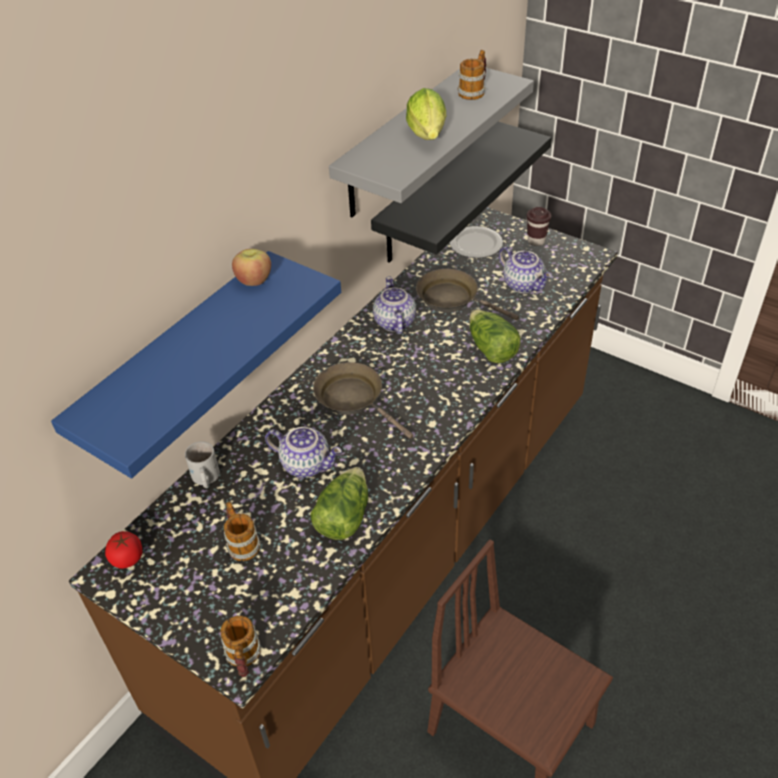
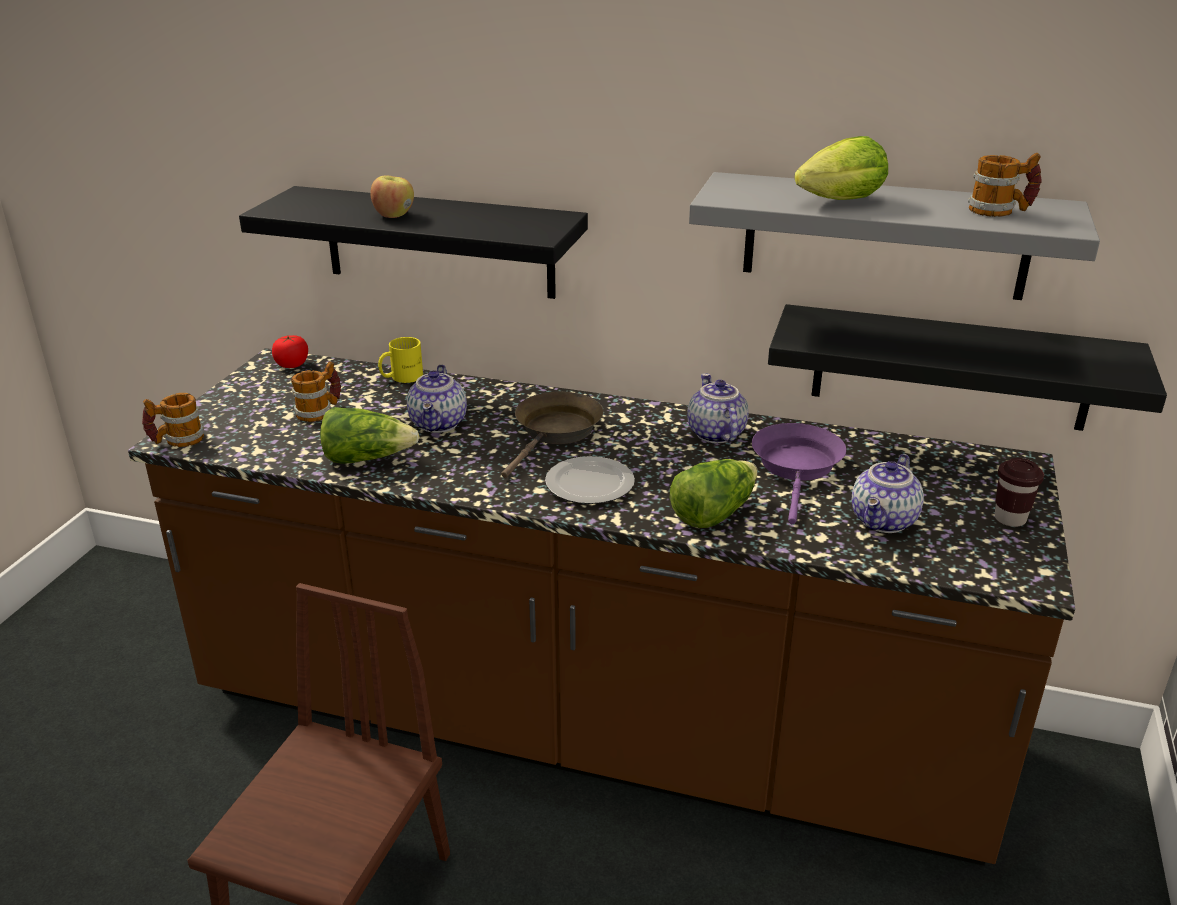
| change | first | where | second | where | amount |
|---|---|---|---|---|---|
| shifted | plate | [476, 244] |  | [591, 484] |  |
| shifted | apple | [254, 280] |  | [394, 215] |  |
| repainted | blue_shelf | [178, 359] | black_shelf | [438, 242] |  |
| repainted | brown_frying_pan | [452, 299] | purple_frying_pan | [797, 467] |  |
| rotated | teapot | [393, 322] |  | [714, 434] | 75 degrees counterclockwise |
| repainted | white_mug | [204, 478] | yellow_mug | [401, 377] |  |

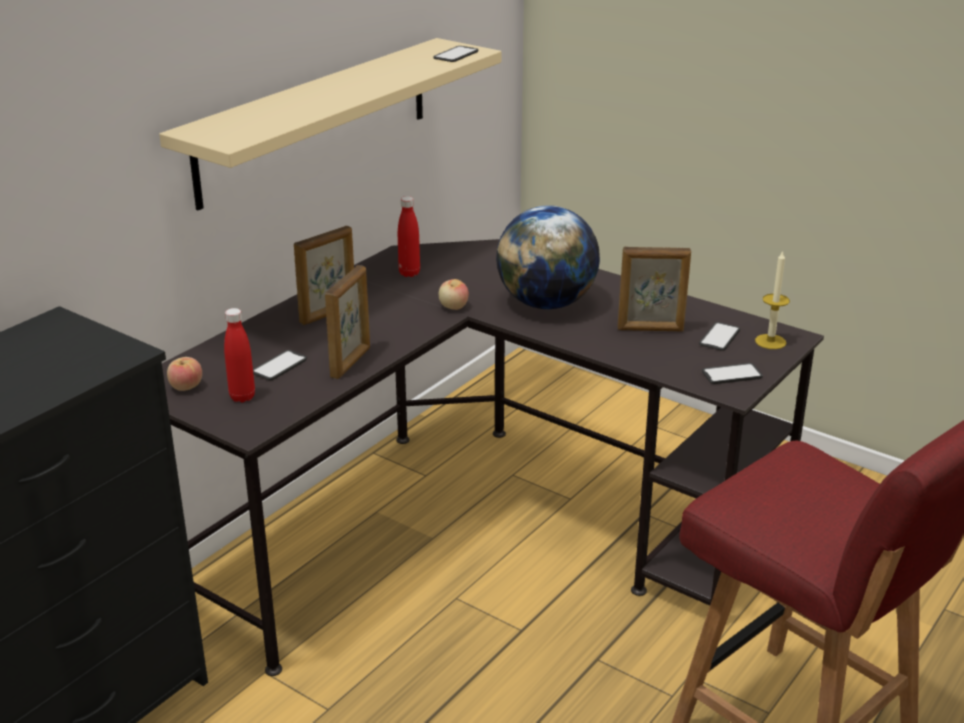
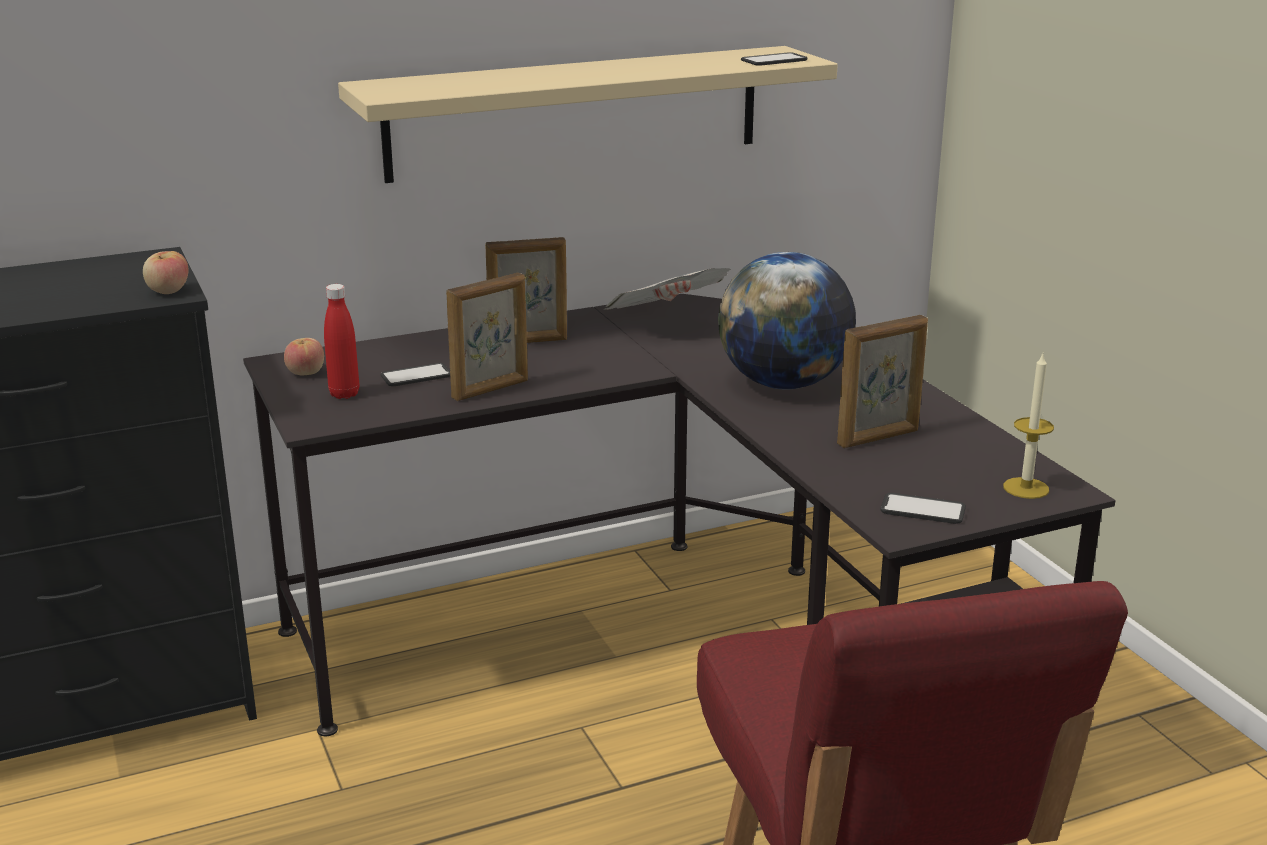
| change | first | where | second | where | amount |
|---|---|---|---|---|---|
| swapped | red_bottle | [409, 273] | newspaper | [665, 322] |  |
| rotated | picture_frame | [650, 329] |  | [879, 438] | 60 degrees counterclockwise |
| shifted | apple | [453, 307] |  | [168, 291] |  |
| gone | phone | [719, 337] |  |  |  |

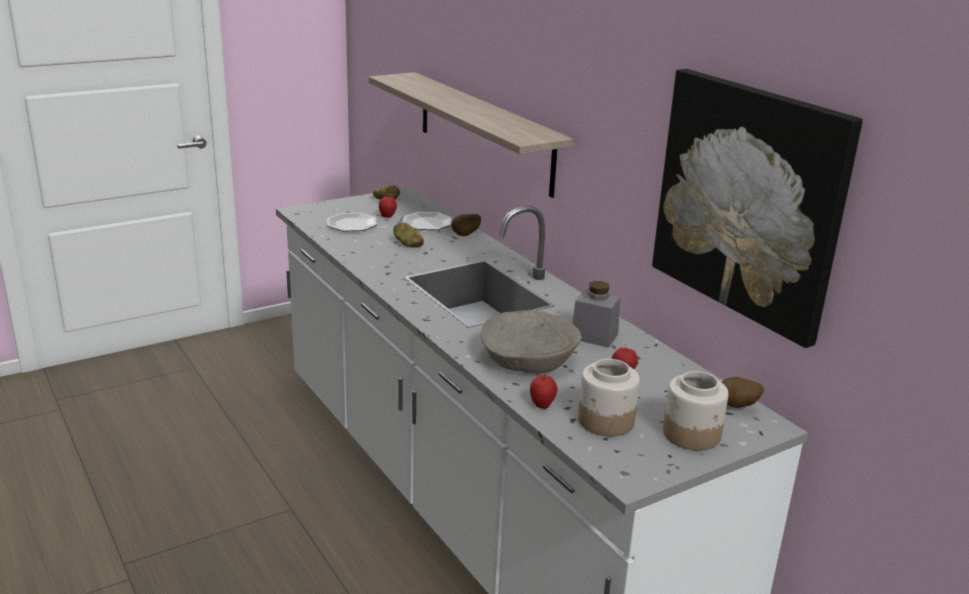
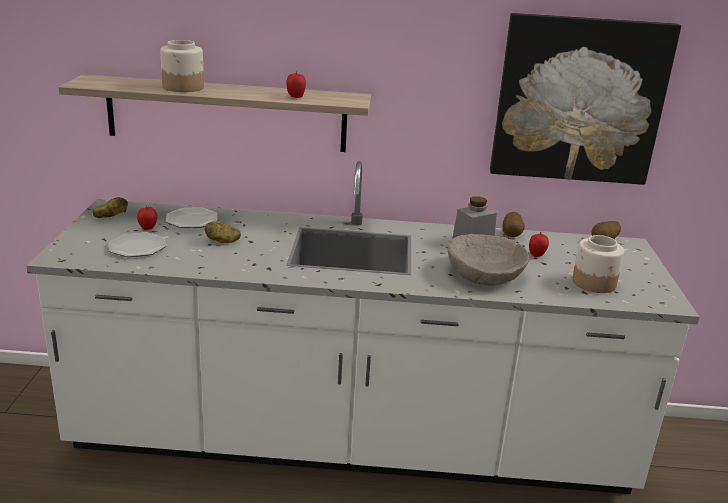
| change | first | where | second | where | amount |
|---|---|---|---|---|---|
| shifted | potato | [466, 235] |  | [512, 235] |  |
| shifted | jar | [692, 434] |  | [183, 87] |  |
| shifted | apple | [542, 405] |  | [295, 97] |  |

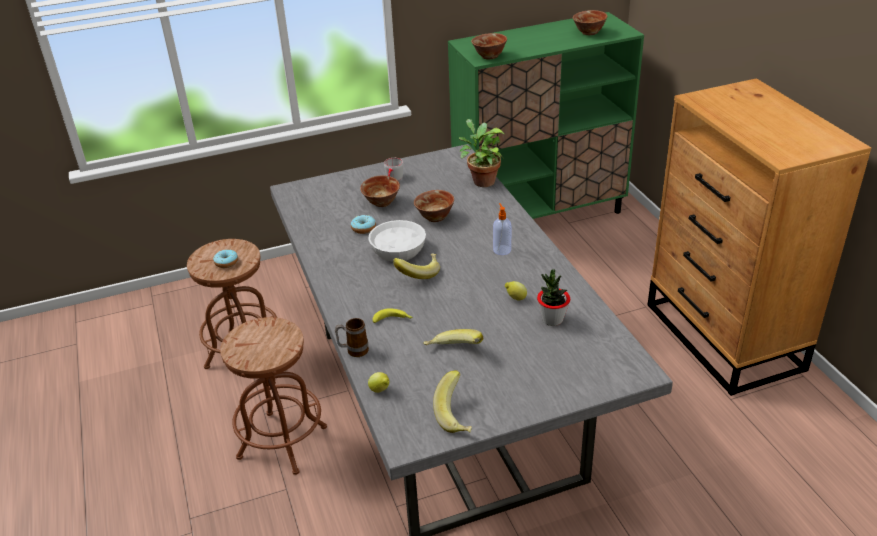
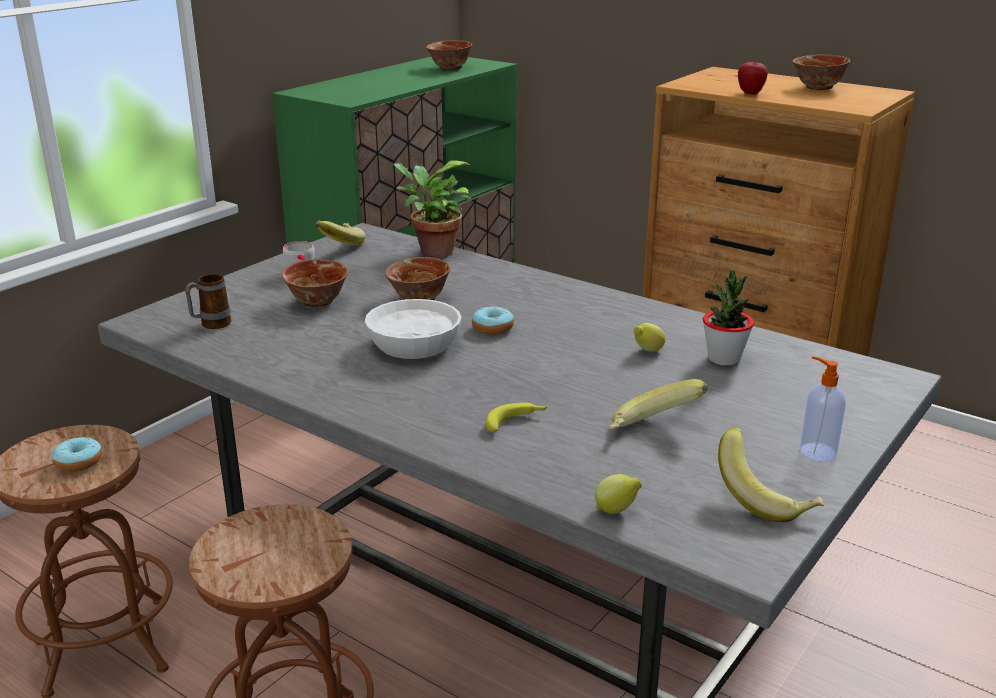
| change | first | where | second | where | amount |
|---|---|---|---|---|---|
| shifted | bowl | [489, 56] |  | [818, 88] |  |
| shifted | soap_dispenser | [502, 249] |  | [816, 451] |  |
| shifted | donut | [363, 228] |  | [492, 328] |  |
| shifted | banana | [418, 273] |  | [339, 245] |  |
| shifted | mug | [353, 351] |  | [210, 325] |  |
| new |  |  | apple | [750, 93] |  |

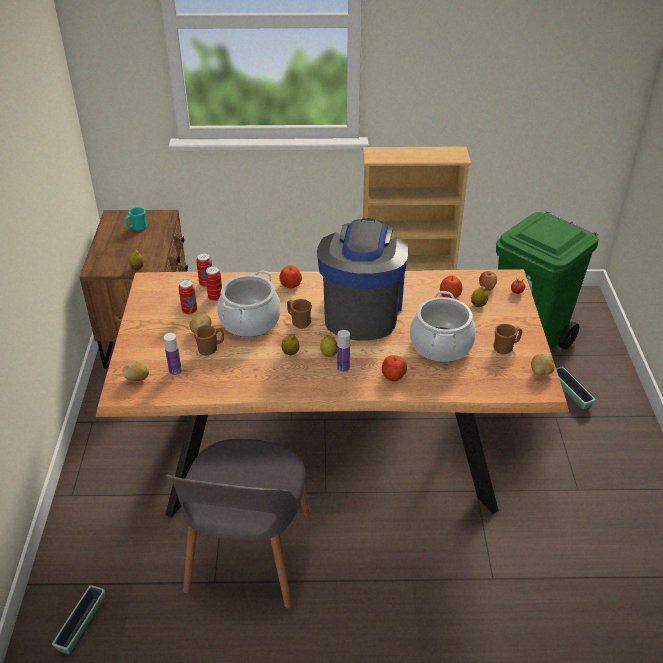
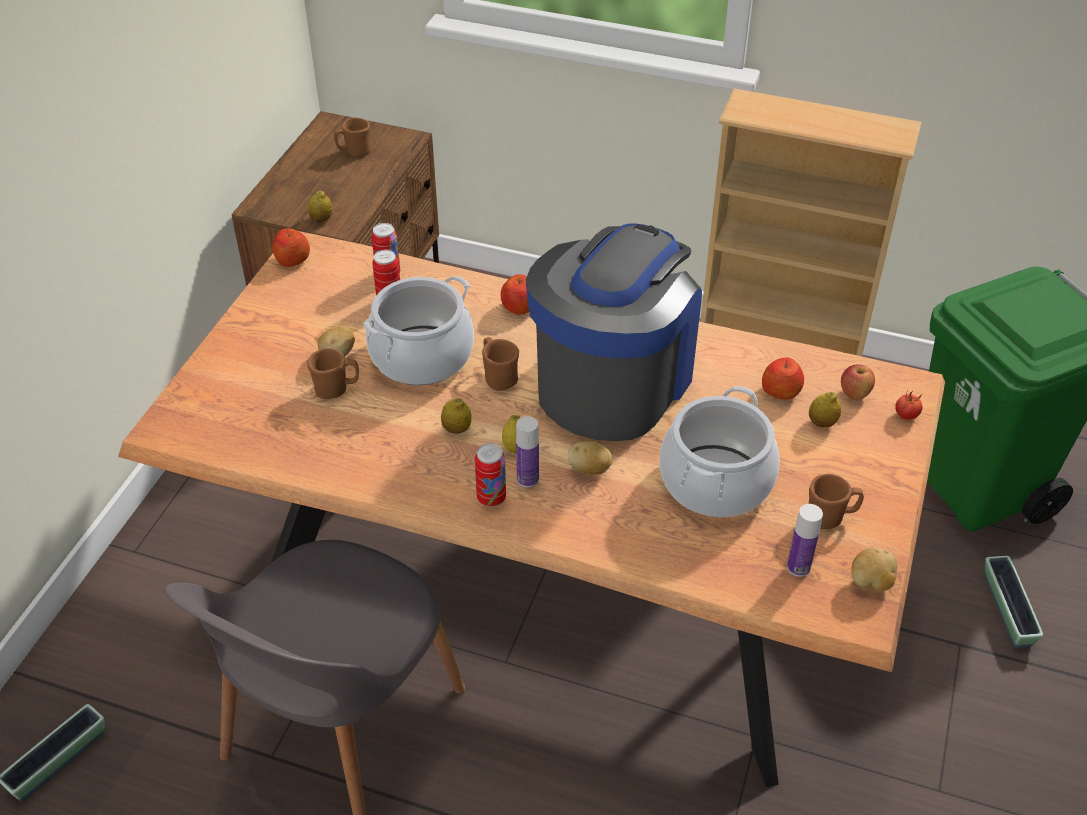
| change | first | where | second | where | amount |
|---|---|---|---|---|---|
| repainted | turquoise_mug | [137, 228] | brown_mug | [354, 152] |  |
| shifted | can | [189, 311] |  | [491, 498] |  |
| shifted | bottle | [175, 371] |  | [798, 567] |  |
| shifted | apple | [393, 375] |  | [292, 260] |  |
| shifted | potato | [137, 379] |  | [589, 469] |  |

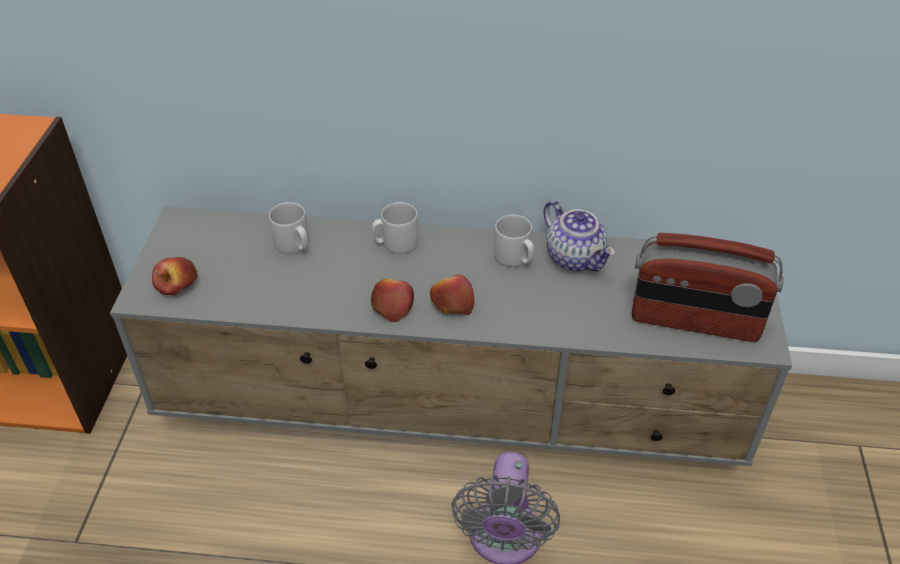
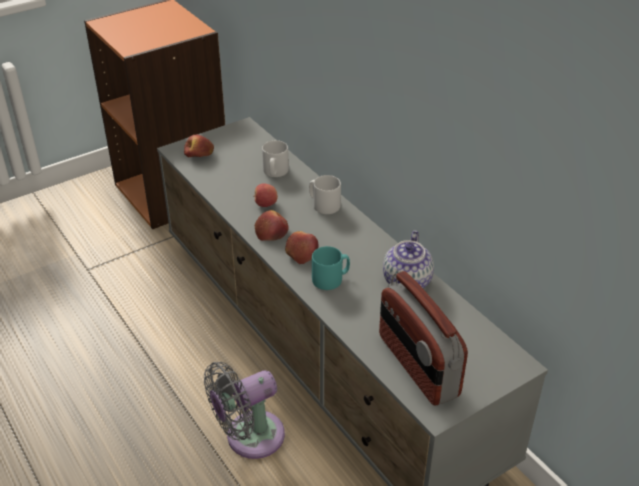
| change | first | where | second | where | amount |
|---|---|---|---|---|---|
| gone | grey_mug | [515, 258] |  |  |  |
| new |  |  | apple | [265, 204] |  |
| new |  |  | turquoise_mug | [331, 279] |  |

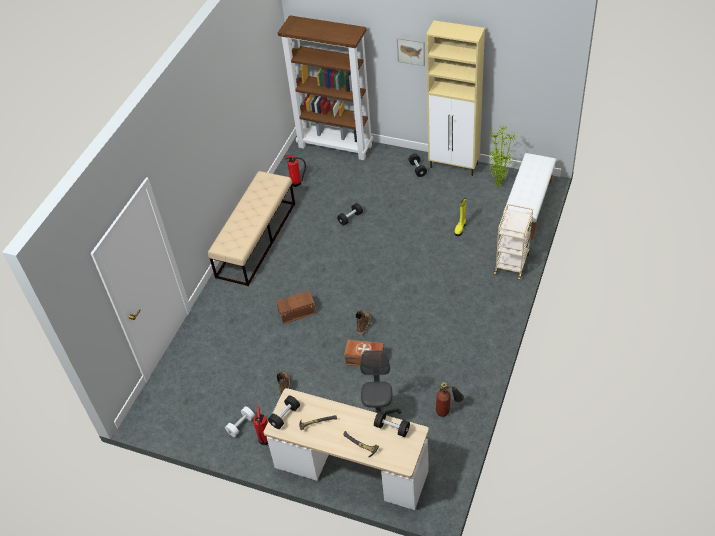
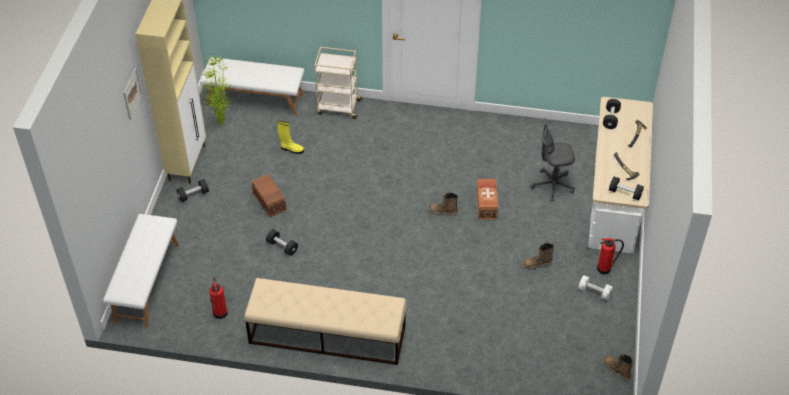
| change | first | where | second | where | amount |
|---|---|---|---|---|---|
| swapped | brown_bookcase | [336, 146] | white_bench | [146, 282] |  |
| shifted | brown_storage_box | [296, 312] |  | [269, 202] |  |
| gone | fire_extinguisher | [448, 410] |  |  |  |
| new |  |  | boot | [616, 370] |  |

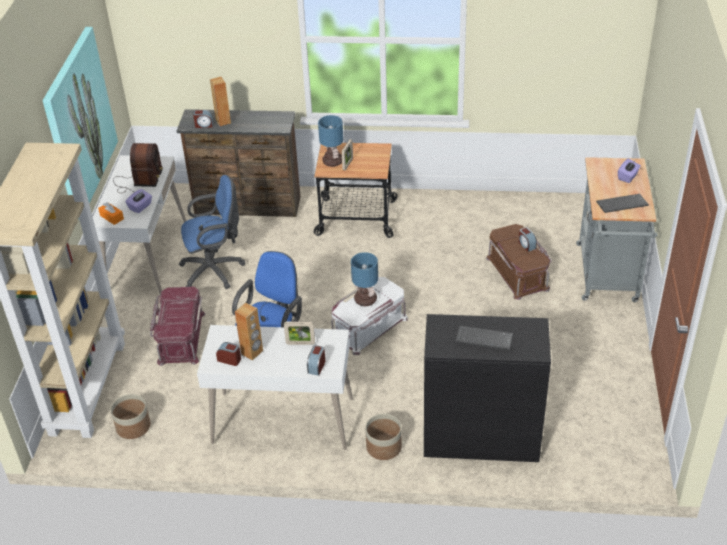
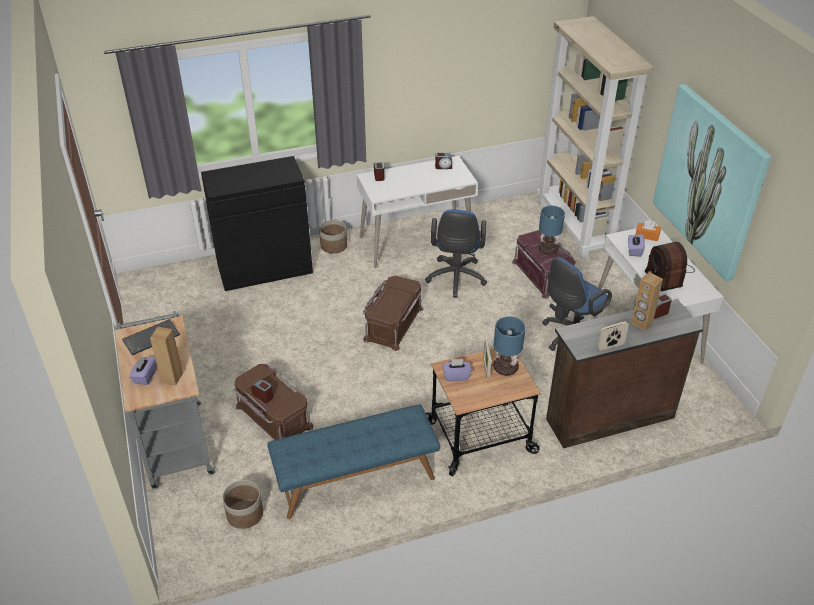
| change | first | where | second | where | amount |
|---|---|---|---|---|---|
| shifted | table_lamp | [366, 300] |  | [547, 249] |  |
| repainted | white_storage_box | [369, 327] | brown_storage_box | [393, 323] |  |
| shifted | brown_speaker | [252, 352] |  | [172, 378] |  |
| shifted | picture_frame | [300, 343] |  | [610, 346] |  |
| gone | keyboard | [483, 339] |  |  |  |
| shifted | planter | [133, 427] |  | [245, 514] |  |
| new |  |  | purple_tissue_box | [456, 376] |  |
| new |  |  | blue_bench | [356, 480] |  |

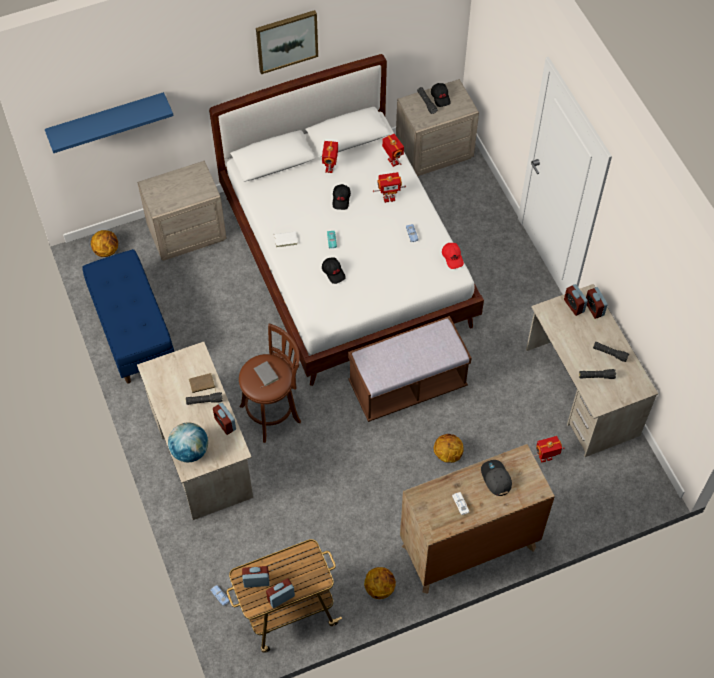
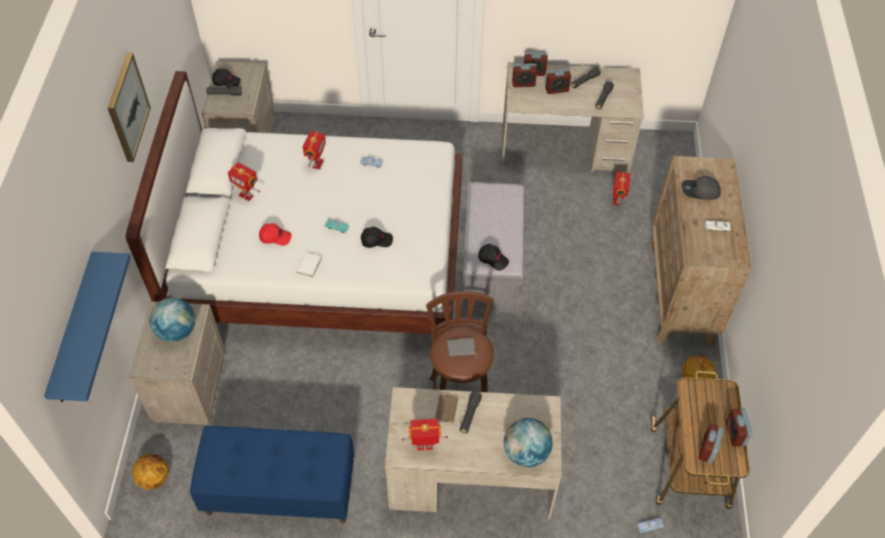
| change | first | where | second | where | amount |
|---|---|---|---|---|---|
| shifted | toy_robot | [392, 162] |  | [425, 446] |  |
| shifted | black_cap | [341, 199] |  | [493, 259] |  |
| shifted | red_cap | [452, 257] |  | [275, 237] |  |
| repainted | brown_bench | [407, 386] | grey_bench | [490, 268] |  |
| shifted | alarm_clock | [225, 424] |  | [556, 89] |  |
| gone | basketball | [447, 454] |  |  |  |
| new |  |  | globe | [177, 331] |  |

